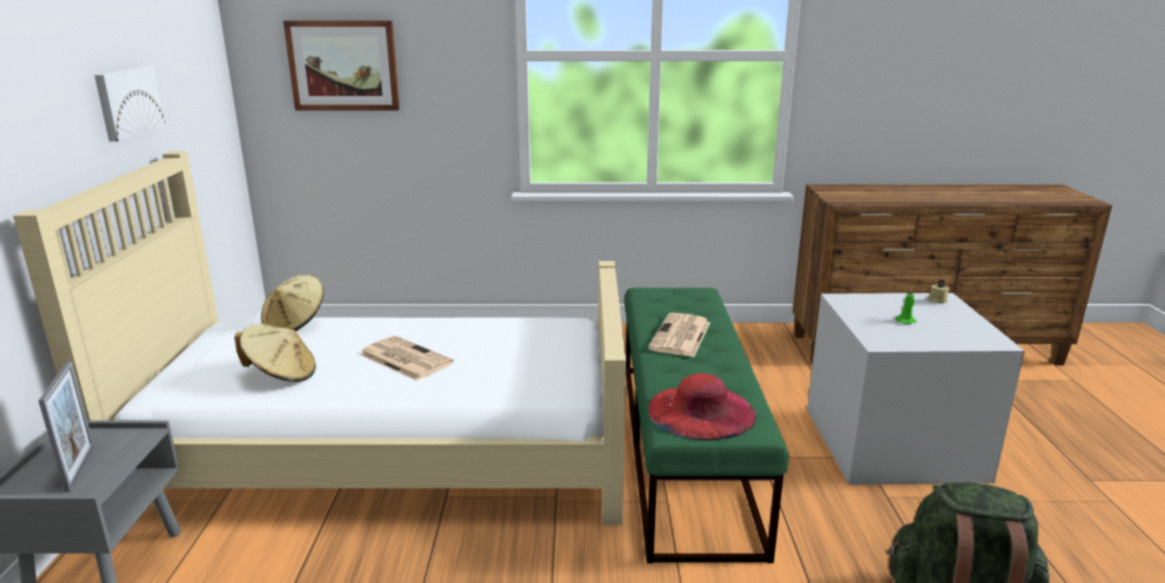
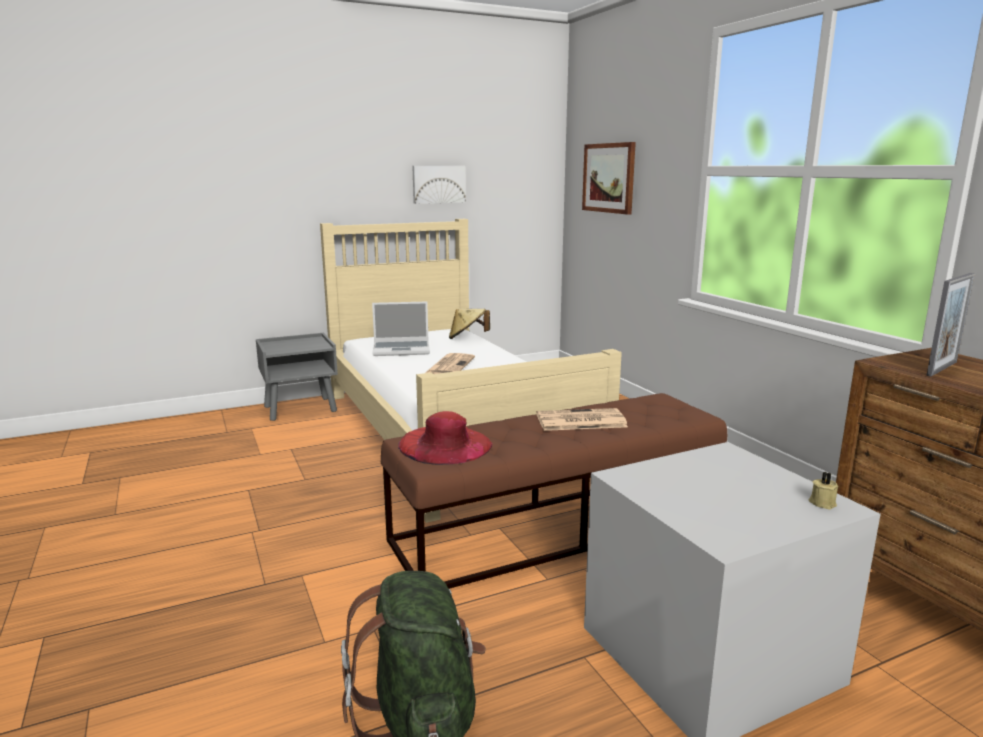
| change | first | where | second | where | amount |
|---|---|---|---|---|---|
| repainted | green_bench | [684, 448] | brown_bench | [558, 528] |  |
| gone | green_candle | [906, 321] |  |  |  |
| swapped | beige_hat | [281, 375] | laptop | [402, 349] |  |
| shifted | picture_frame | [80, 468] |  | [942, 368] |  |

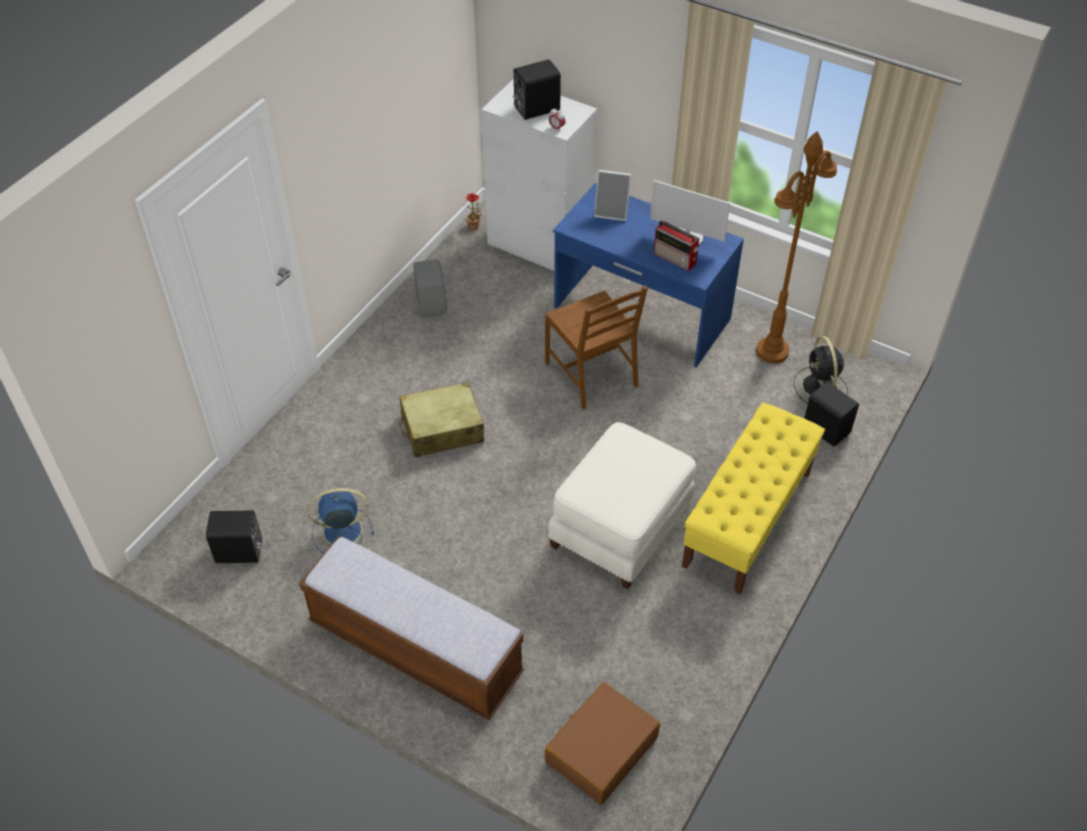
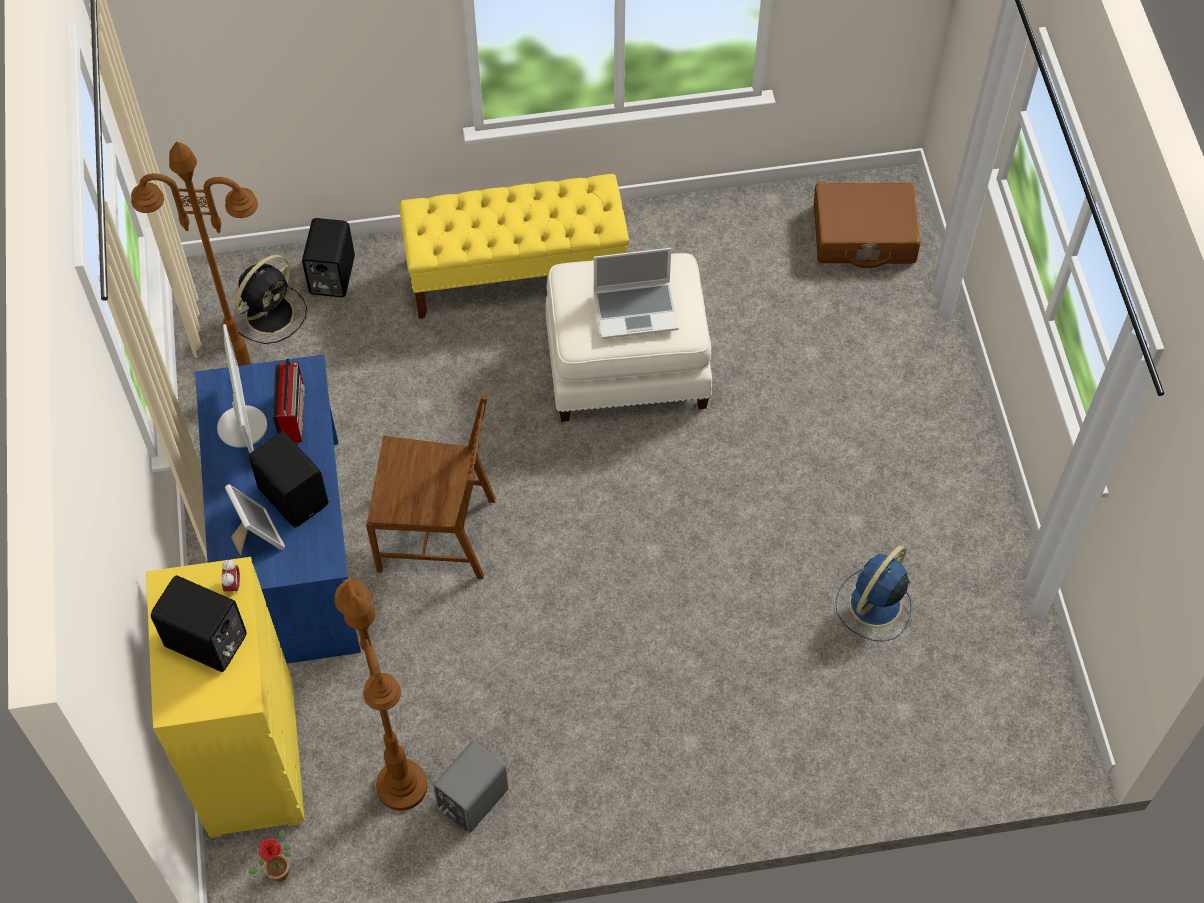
| change | first | where | second | where | amount |
|---|---|---|---|---|---|
| repainted | white_dresser | [540, 245] | yellow_dresser | [252, 757] |  |
| rotated | brown_chair | [593, 374] |  | [438, 533] | 75 degrees clockwise |
| gone | beige_suitcase | [442, 429] |  |  |  |
| rotated | blue_fan | [340, 531] |  | [873, 605] | 90 degrees clockwise |
| shifted | black_speaker | [240, 552] |  | [294, 495] |  |
| gone | bench | [415, 648] |  |  |  |
| new |  |  | laptop | [636, 310] |  |
| new |  |  | brown_floor_lamp | [401, 785] |  |

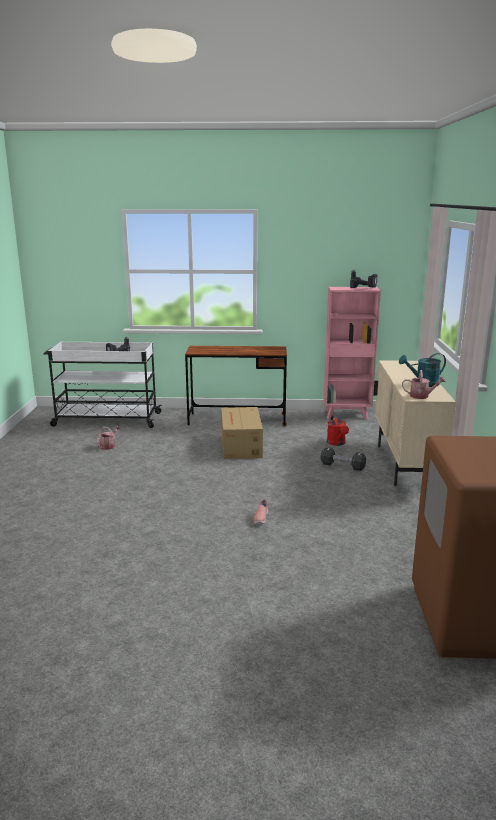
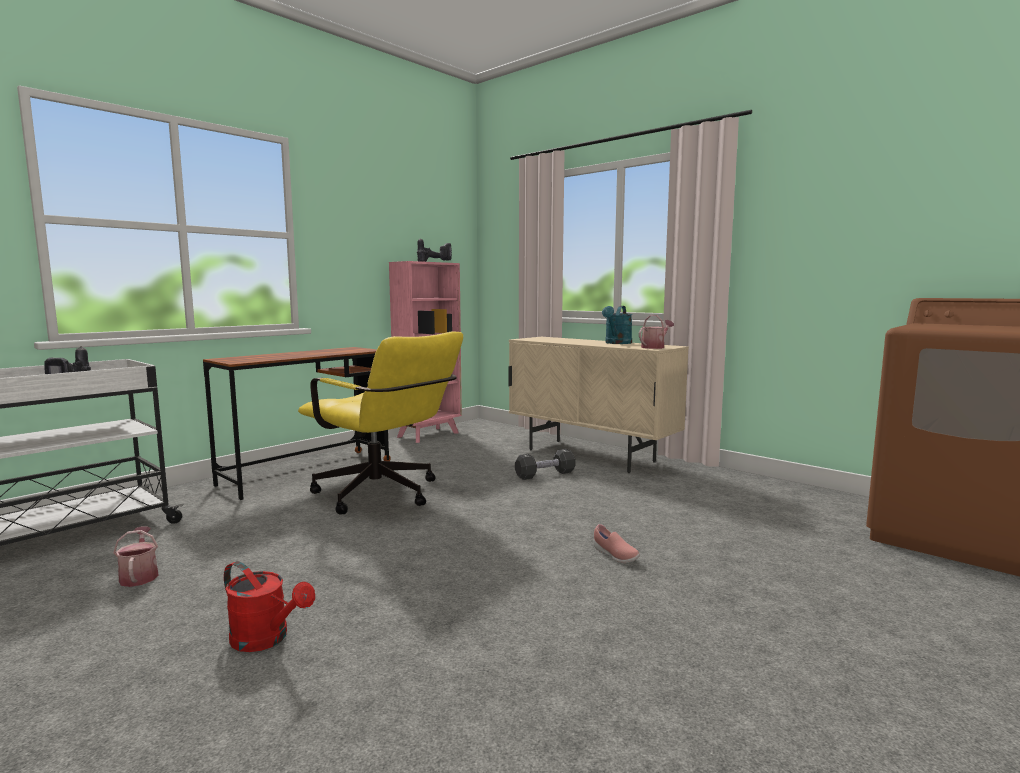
| change | first | where | second | where | amount |
|---|---|---|---|---|---|
| swapped | cardboard_box | [240, 446] | yellow_office_chair | [384, 496] |  |
| shifted | red_watering_can | [337, 443] |  | [267, 639] |  |

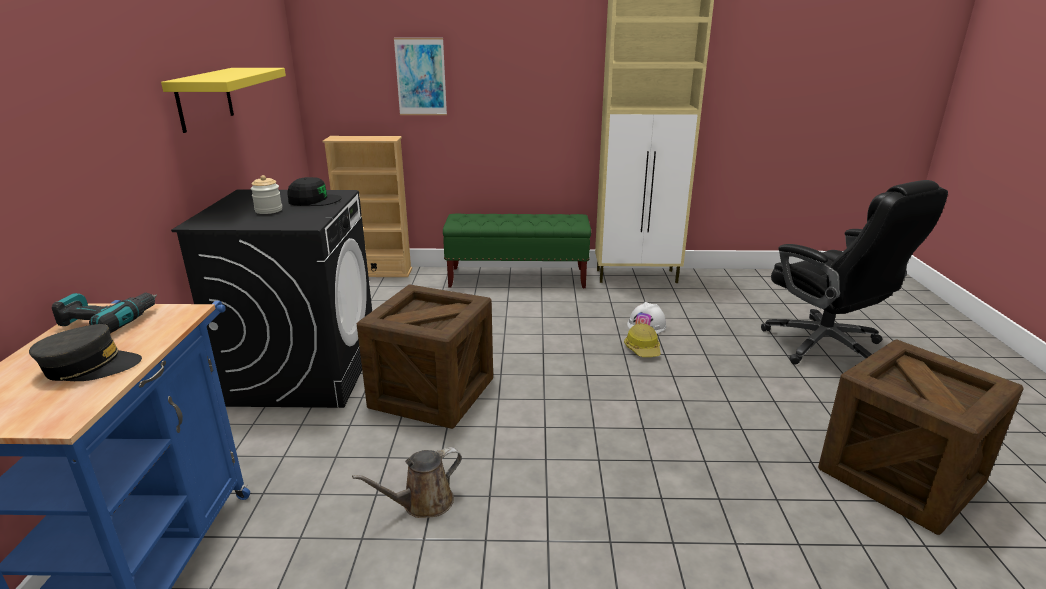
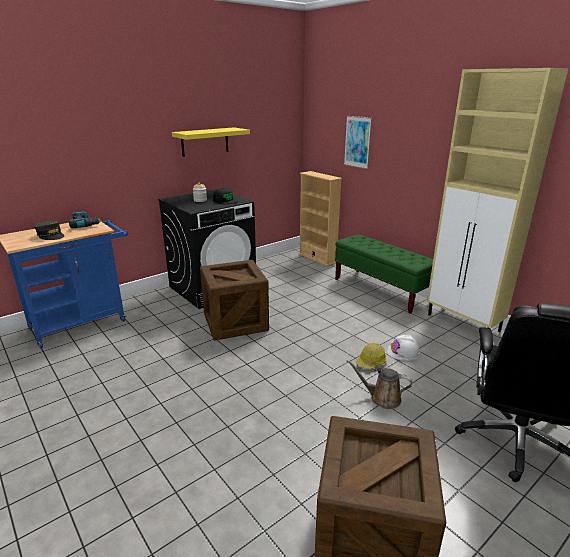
| change | first | where | second | where | amount |
|---|---|---|---|---|---|
| shifted | brown_watering_can | [423, 503] |  | [382, 398] |  |

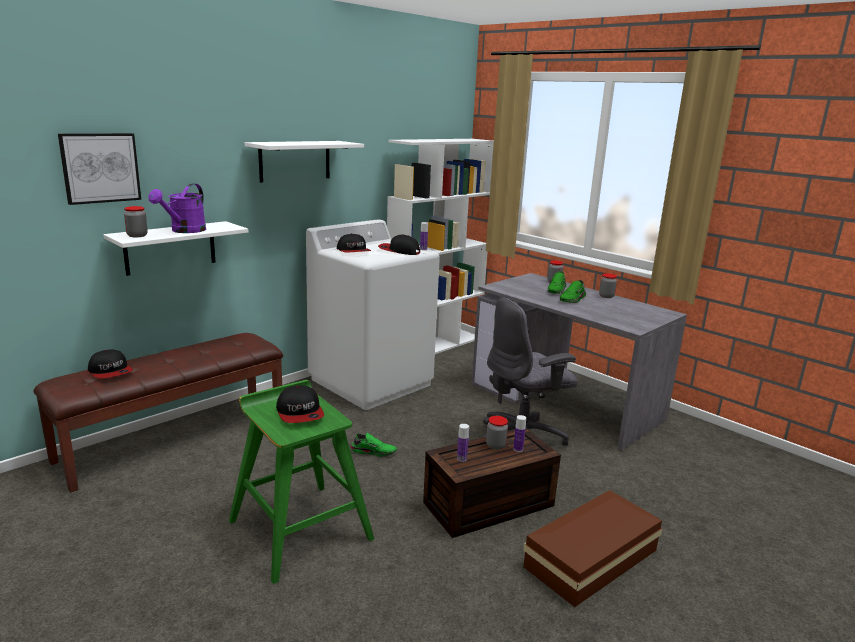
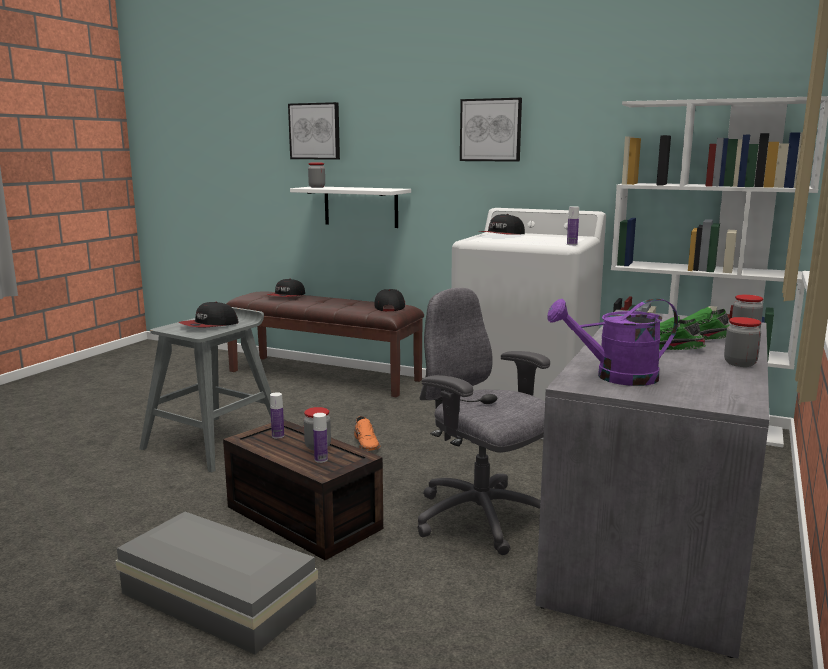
| change | first | where | second | where | amount |
|---|---|---|---|---|---|
| swapped | white_shelf | [295, 160] | picture | [490, 130] |  |
| shifted | purple_watering_can | [184, 231] |  | [615, 377] |  |
| shifted | cap | [399, 251] |  | [389, 306] |  |
| repainted | green_stool | [300, 529] | grey_stool | [215, 442] |  |
| repainted | green_shoe | [373, 451] | orange_shoe | [367, 443] |  |
| repainted | brown_storage_box | [594, 558] | grey_storage_box | [218, 600] |  |

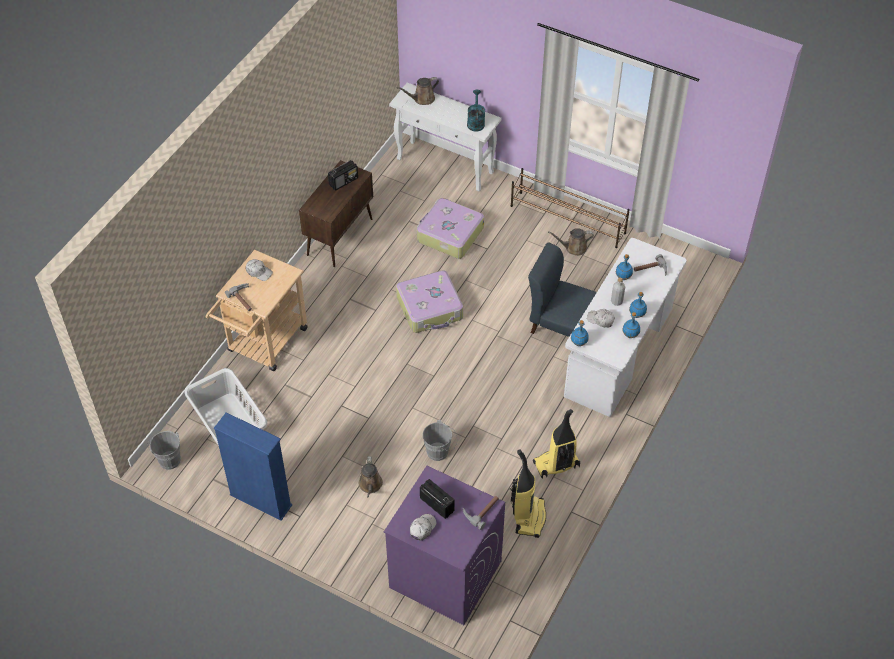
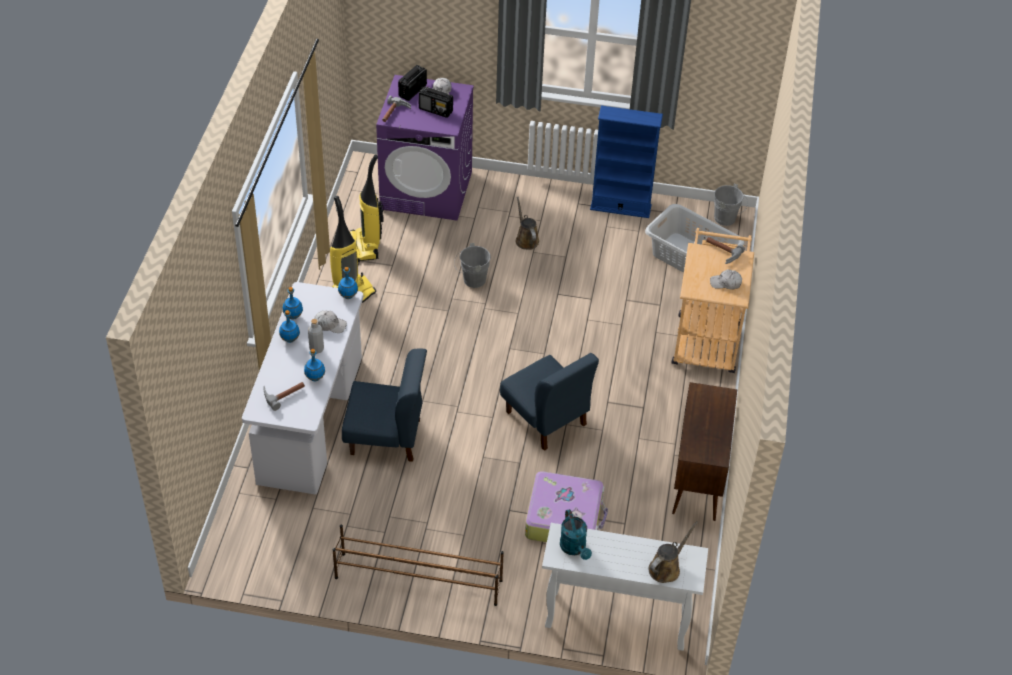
| change | first | where | second | where | amount |
|---|---|---|---|---|---|
| shifted | radio | [344, 181] |  | [412, 91] |  |
| gone | brown_watering_can | [573, 248] |  |  |  |
| swapped | suitcase | [430, 308] | blue_chair | [546, 418] |  |

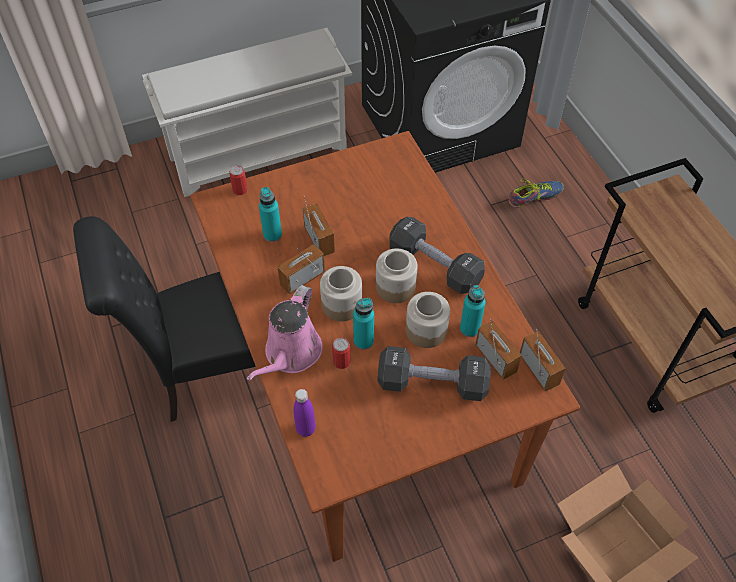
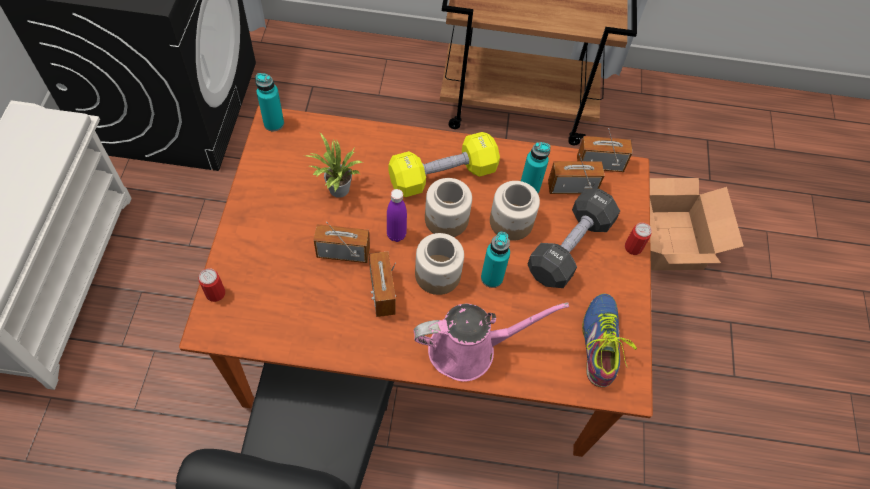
| change | first | where | second | where | amount |
|---|---|---|---|---|---|
| shifted | shoe | [534, 196] |  | [600, 343] |  |
| shifted | turquoise_bottle | [272, 234] |  | [274, 123] |  |
| repainted | black_dumbbell | [435, 266] | yellow_dumbbell | [443, 175] |  |
| rotated | pink_watering_can | [291, 354] |  | [469, 349] | 60 degrees counterclockwise |
| shifted | can | [341, 361] |  | [633, 247] |  |
| shifted | purple_bottle | [306, 429] |  | [396, 234] |  |
| new |  |  | potted_plant | [336, 190] |  |

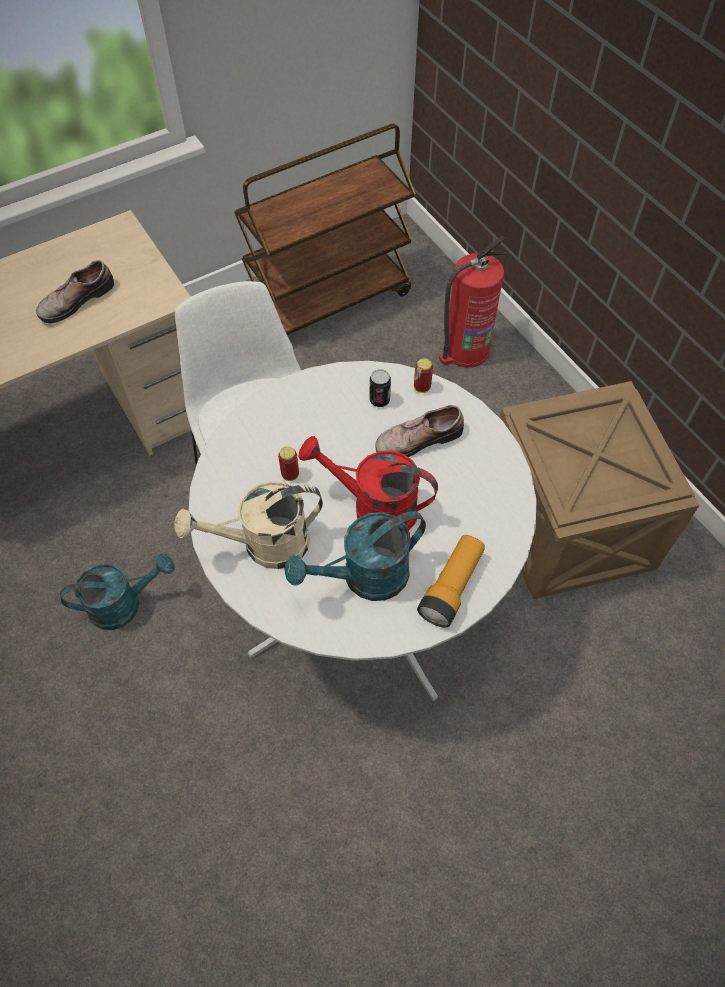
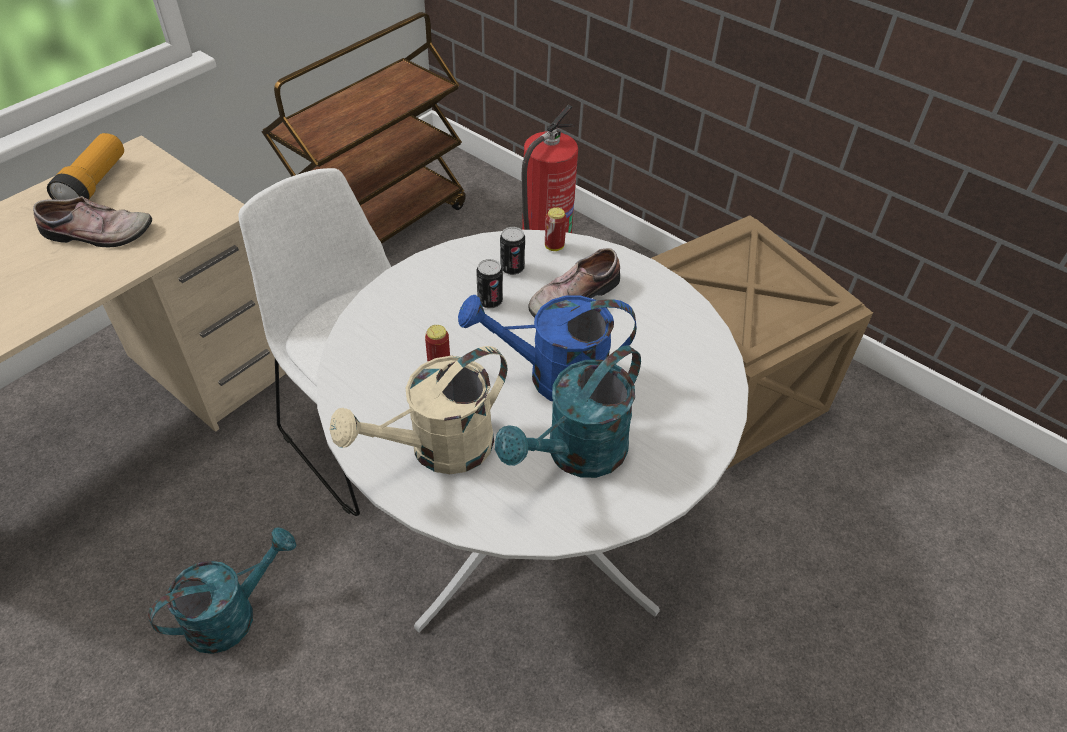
| change | first | where | second | where | amount |
|---|---|---|---|---|---|
| rotated | shoe | [75, 299] |  | [97, 235] | 120 degrees counterclockwise |
| repainted | red_watering_can | [373, 508] | blue_watering_can | [553, 377] |  |
| shifted | flashlight | [451, 587] |  | [95, 184] |  |
| new |  |  | can | [490, 301] |  |

